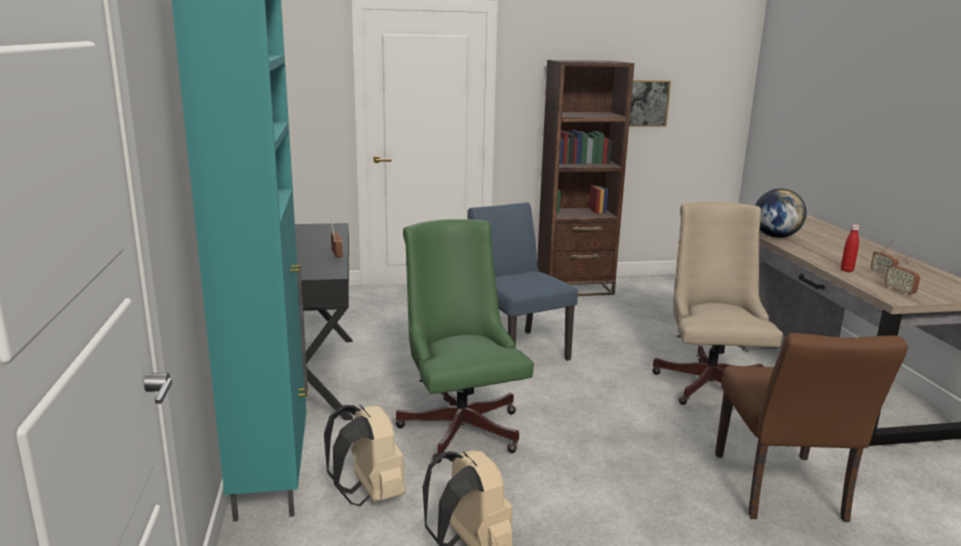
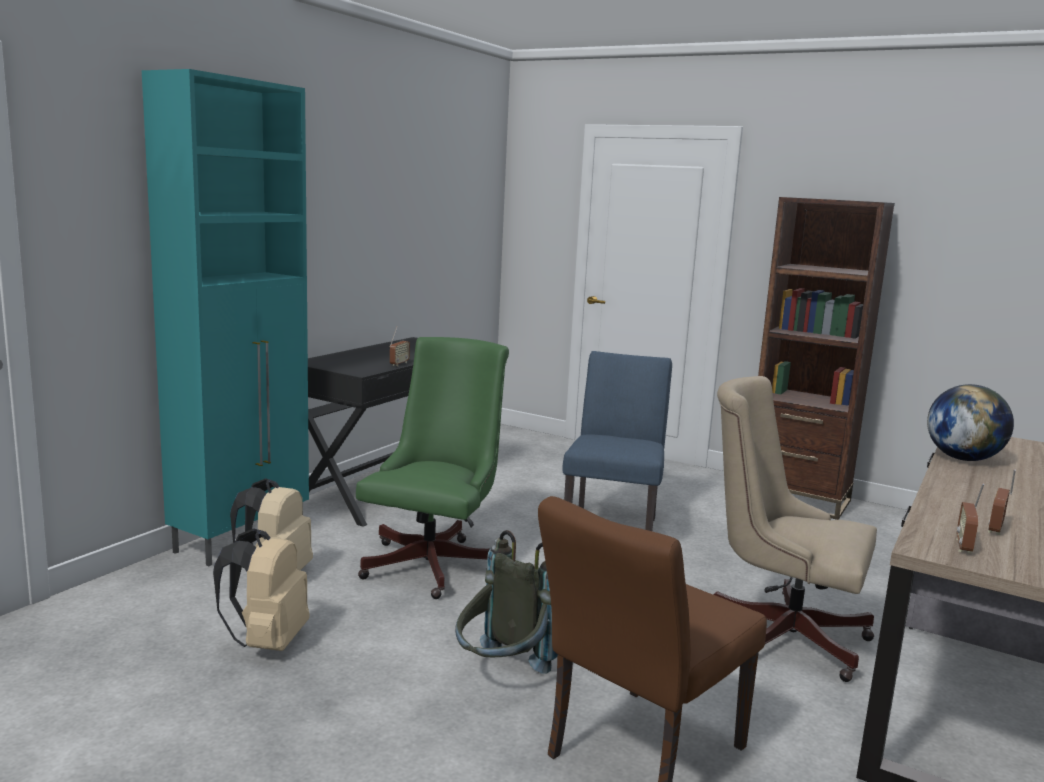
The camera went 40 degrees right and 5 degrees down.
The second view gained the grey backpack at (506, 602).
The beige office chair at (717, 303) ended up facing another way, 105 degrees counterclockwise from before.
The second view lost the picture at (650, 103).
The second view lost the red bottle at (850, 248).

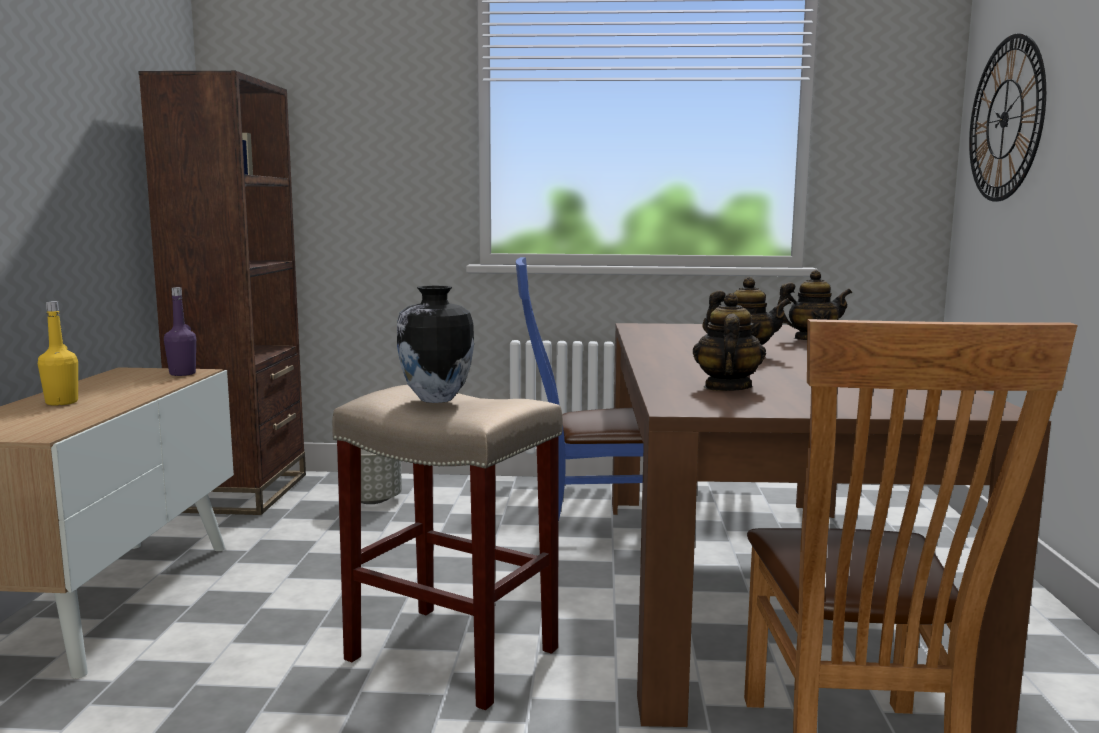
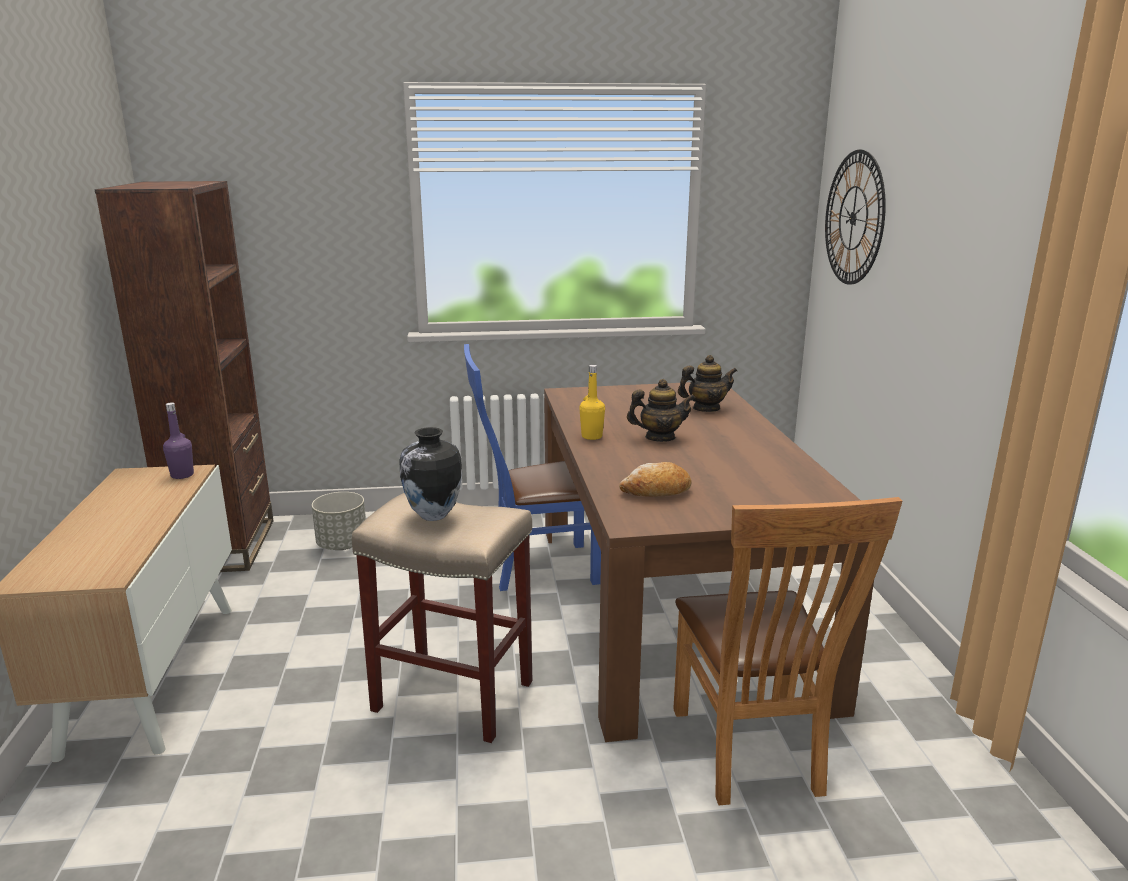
The camera went 10 degrees left and 10 degrees up.
The yellow bottle ended up elsewhere, having gone from (58, 353) to (592, 402).
Where the teapot stood at (729, 342), the bread came to stand at (655, 479).

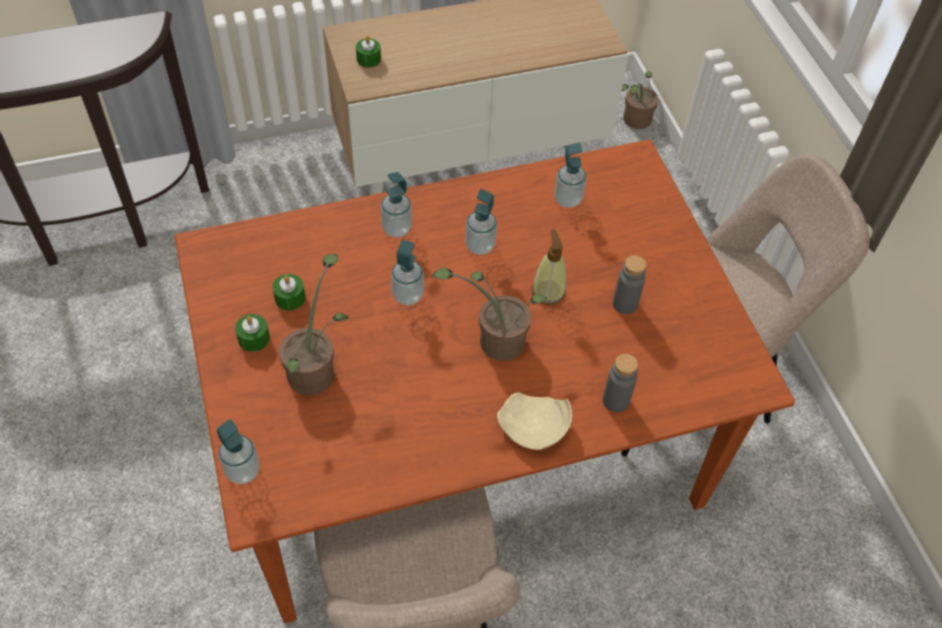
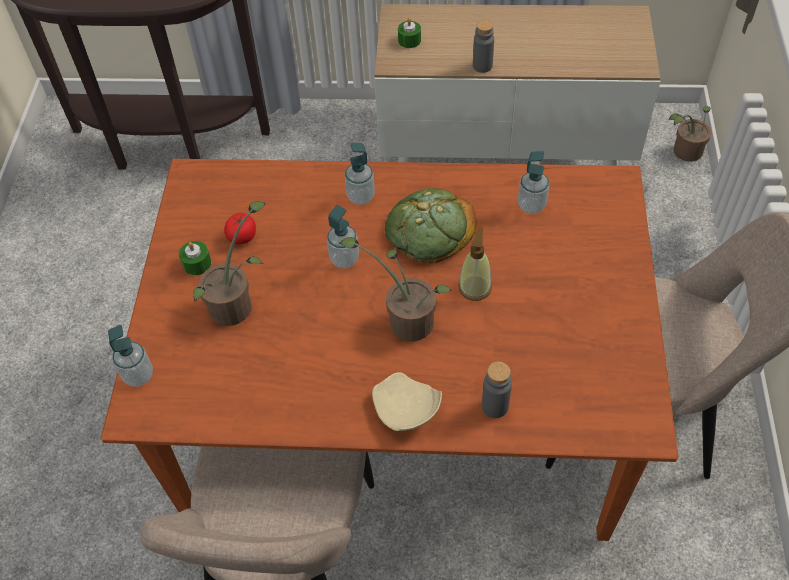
The camera went 25 degrees right and 0 degrees up.
Where the green candle stood at (289, 292), the tomato came to stand at (240, 228).
Where the soap dispenser stood at (481, 222), the bread came to stand at (431, 226).
The grey bottle ended up elsewhere, having gone from (629, 284) to (483, 46).

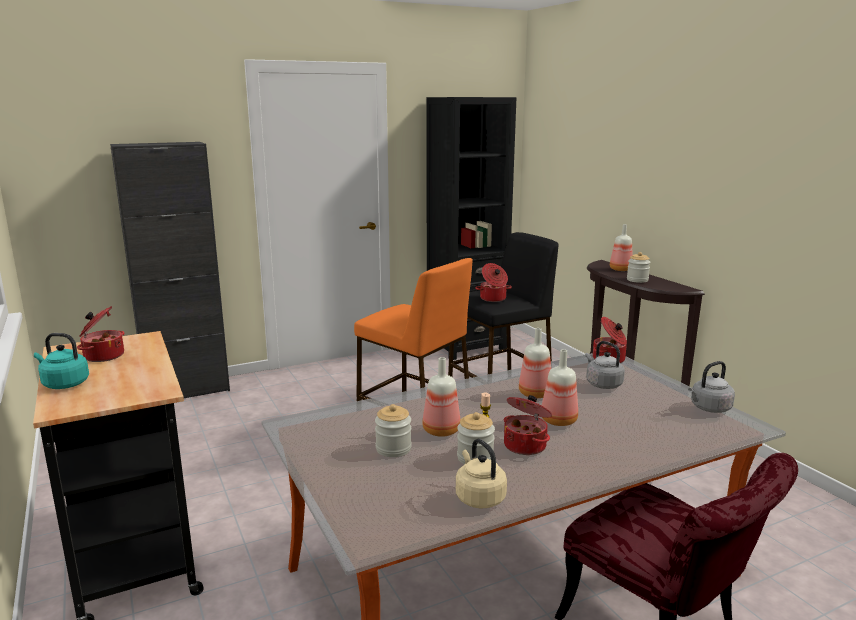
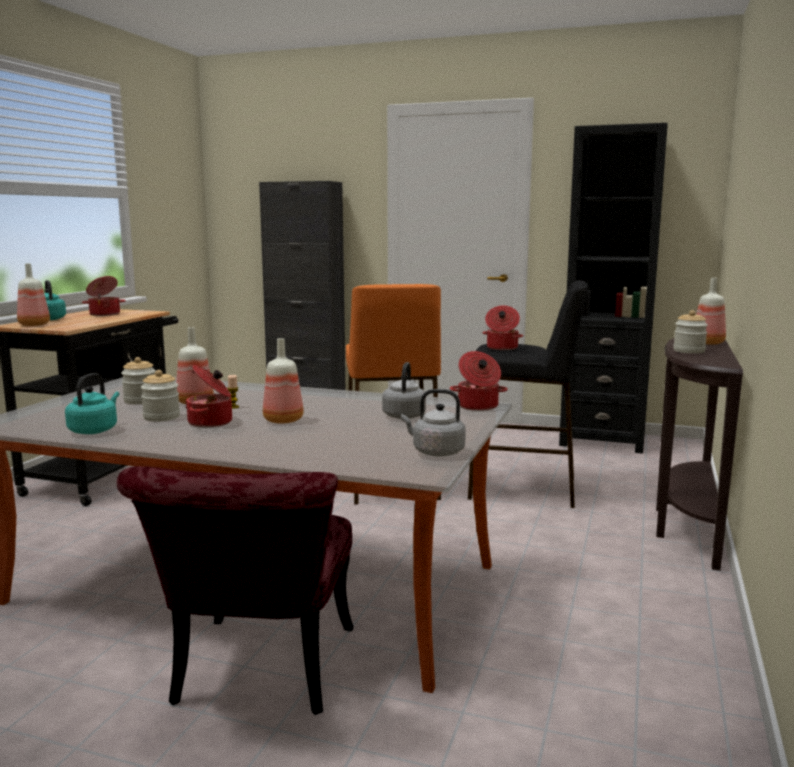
The camera went 45 degrees right and 5 degrees down.
The bottle ended up elsewhere, having gone from (535, 363) to (33, 294).
What was the beige kettle at (481, 473) turned into the turquoise kettle at (92, 403).

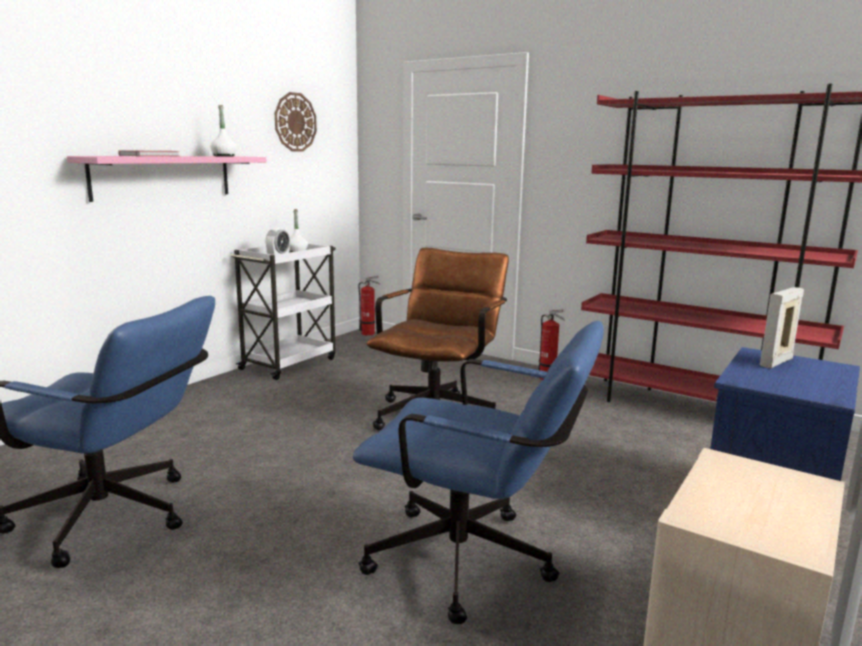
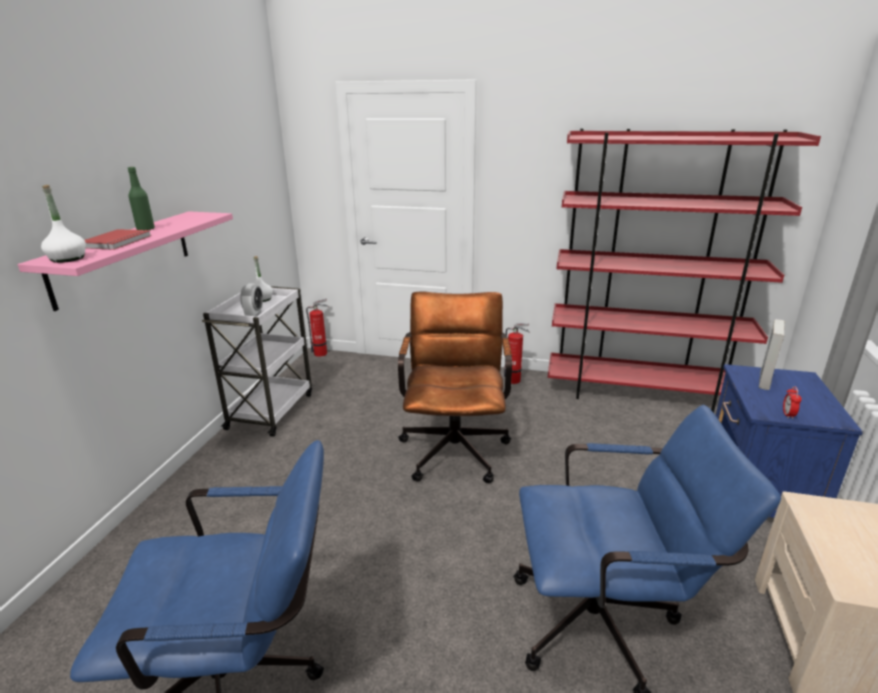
The camera went 20 degrees left and 10 degrees up.
The white bottle ended up elsewhere, having gone from (223, 131) to (63, 224).
The second view gained the green bottle at (141, 198).
The second view gained the alarm clock at (792, 402).
The second view lost the wall clock at (296, 122).

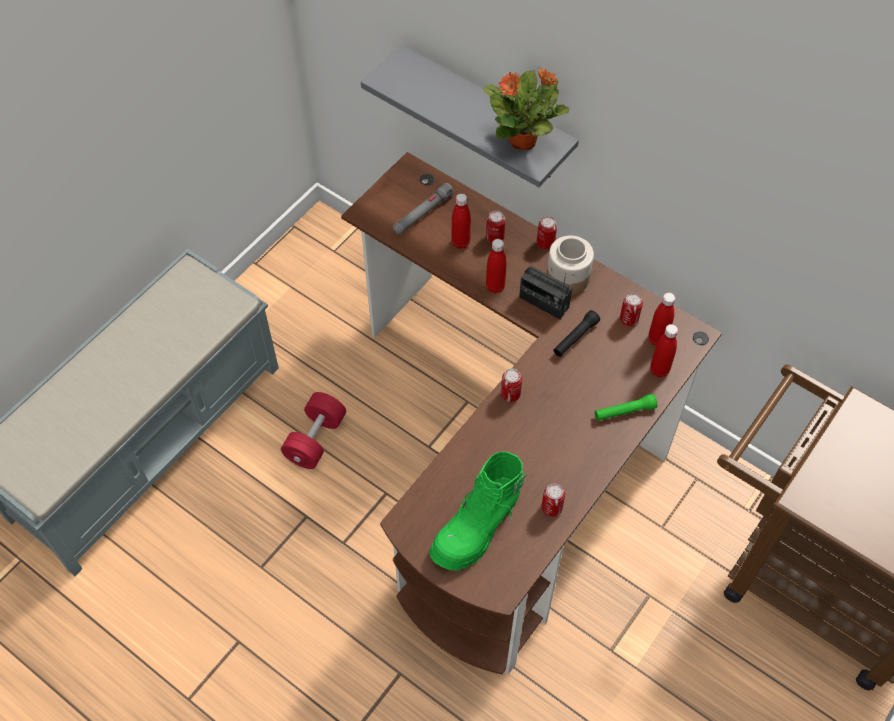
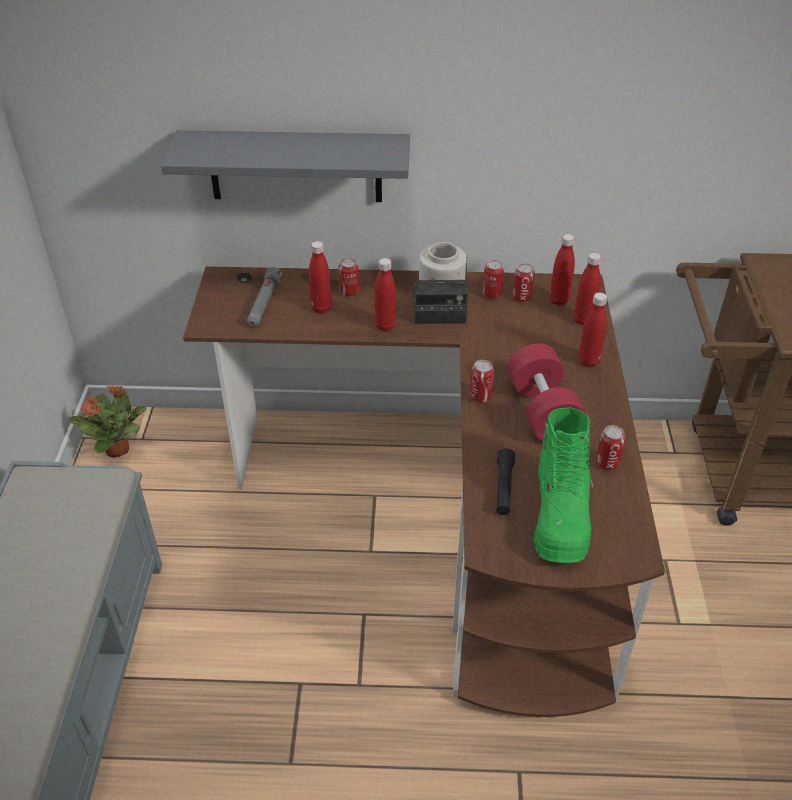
The camera went 35 degrees left and 15 degrees down.
The potted plant ended up elsewhere, having gone from (526, 108) to (107, 421).
The can ended up elsewhere, having gone from (547, 232) to (493, 279).
The black flashlight ended up elsewhere, having gone from (576, 333) to (505, 481).
The red dumbbell ended up elsewhere, having gone from (313, 430) to (547, 392).
Where the green flashlight stood at (626, 407), the red bottle came to stand at (592, 329).

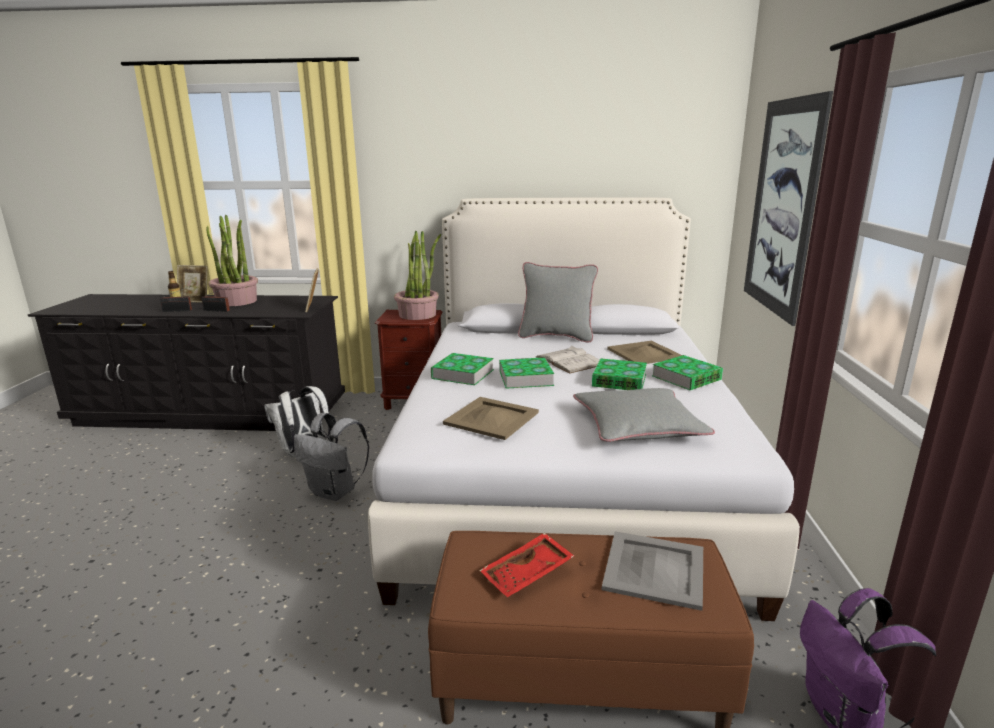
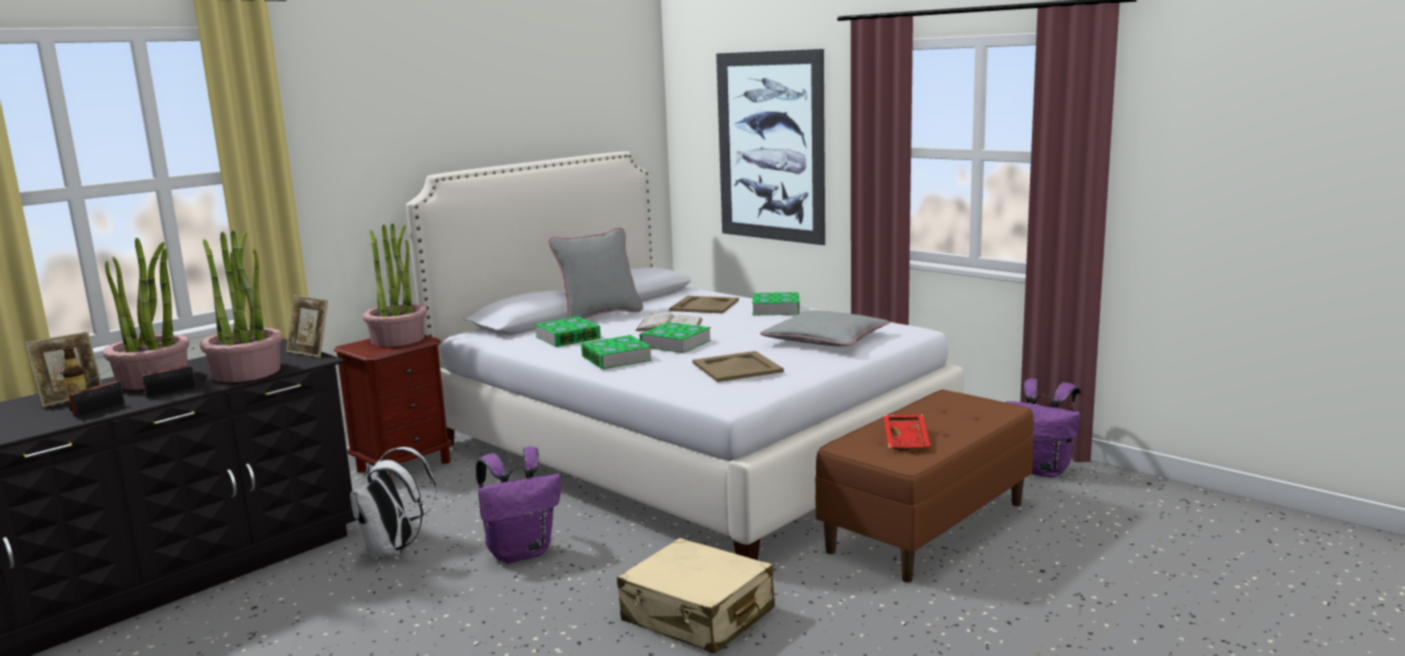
The camera went 50 degrees left and 5 degrees down.
The second view gained the potted plant at (241, 306).
What was the grey backpack at (331, 457) turned into the purple backpack at (518, 505).
The book ended up elsewhere, having gone from (619, 374) to (567, 332).
The second view gained the beige suitcase at (696, 596).
The second view lost the grey tray at (652, 571).

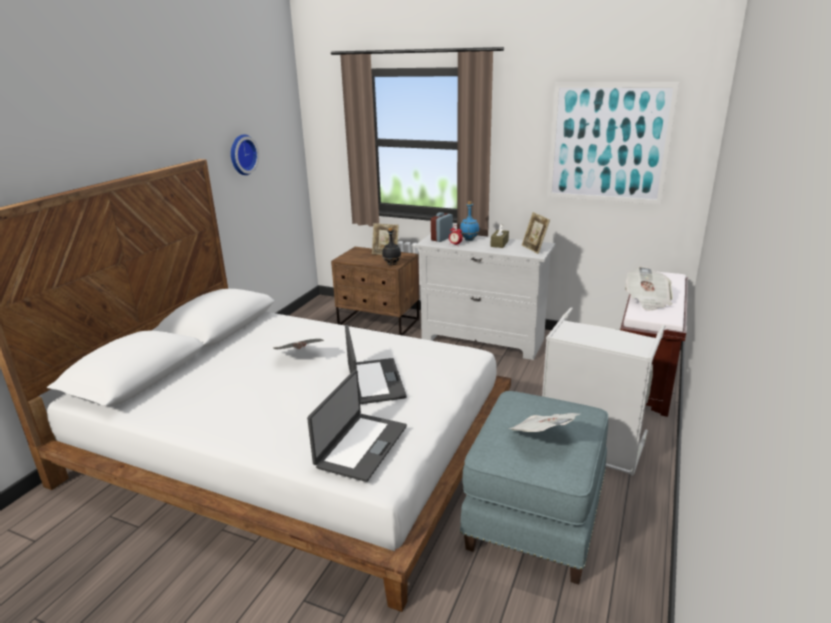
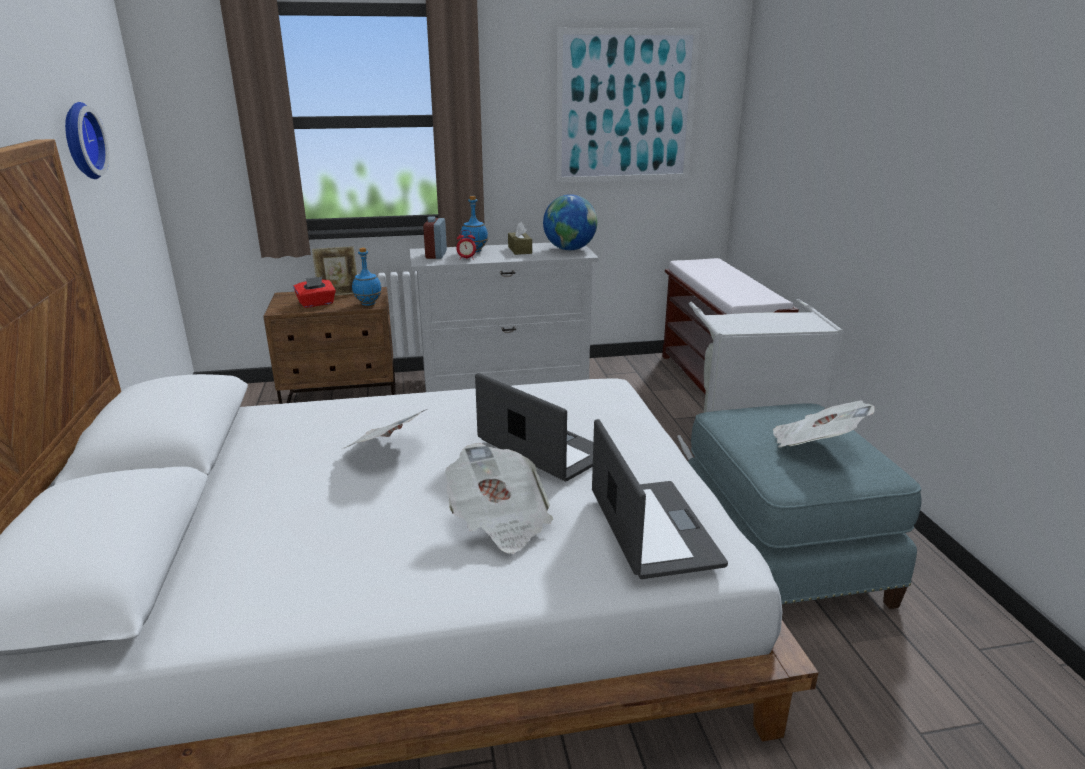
The camera went 35 degrees left and 0 degrees up.
The second view gained the red tissue box at (314, 292).
What was the black bottle at (391, 246) turned into the blue bottle at (367, 276).
The newspaper ended up elsewhere, having gone from (649, 288) to (499, 498).
Where the picture frame stood at (536, 233), the globe came to stand at (570, 222).

